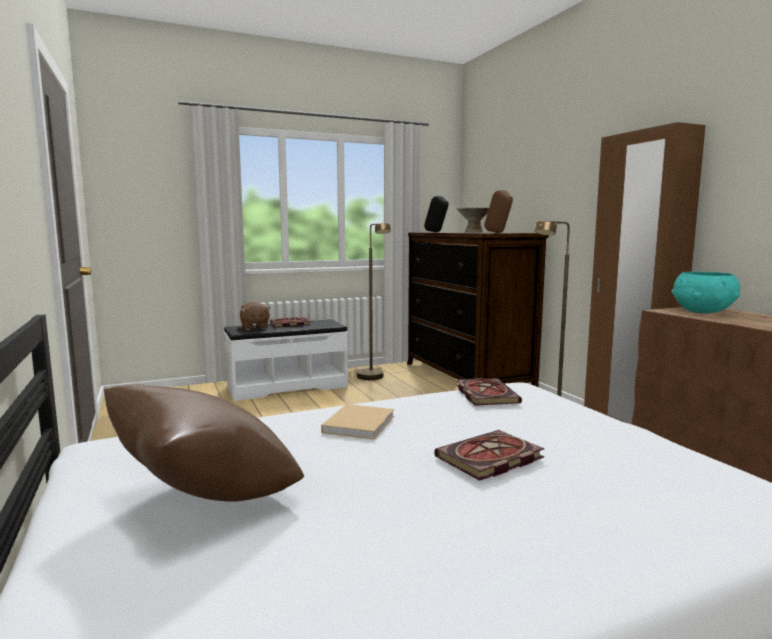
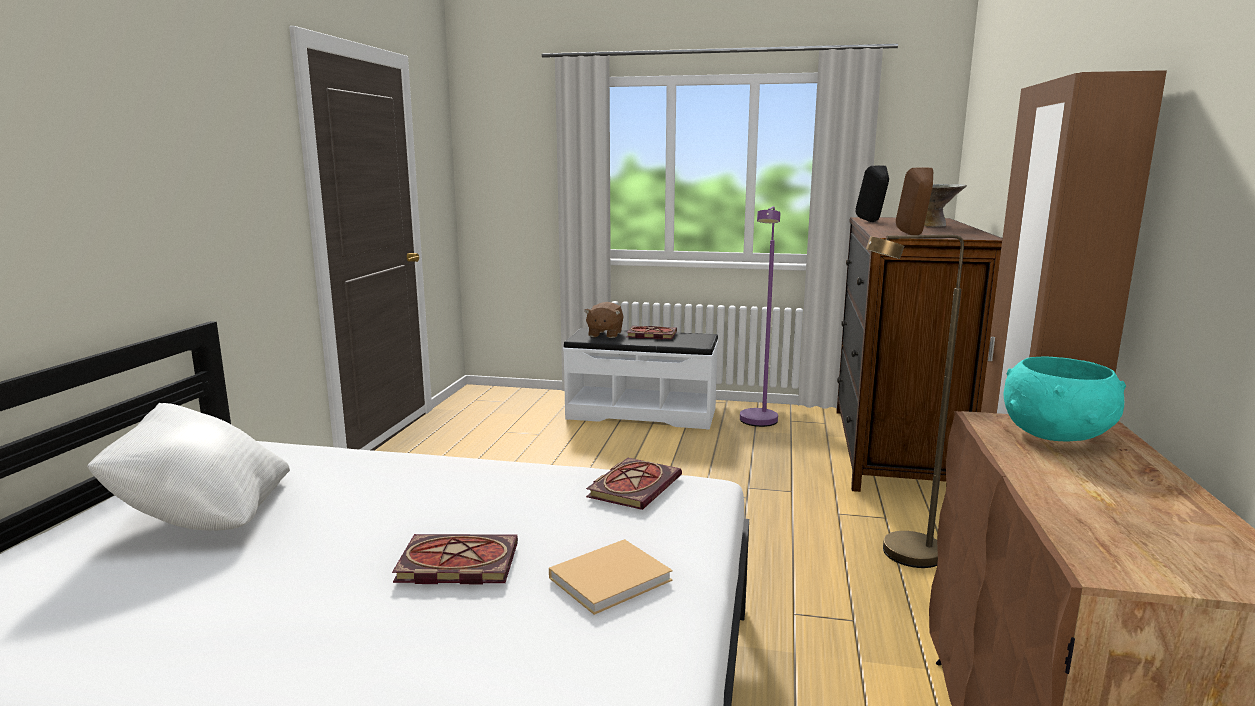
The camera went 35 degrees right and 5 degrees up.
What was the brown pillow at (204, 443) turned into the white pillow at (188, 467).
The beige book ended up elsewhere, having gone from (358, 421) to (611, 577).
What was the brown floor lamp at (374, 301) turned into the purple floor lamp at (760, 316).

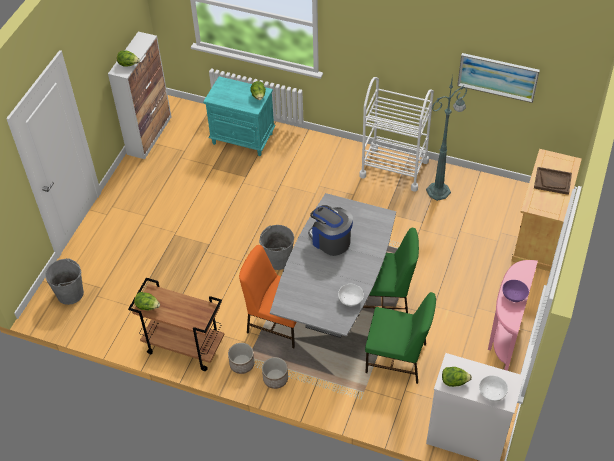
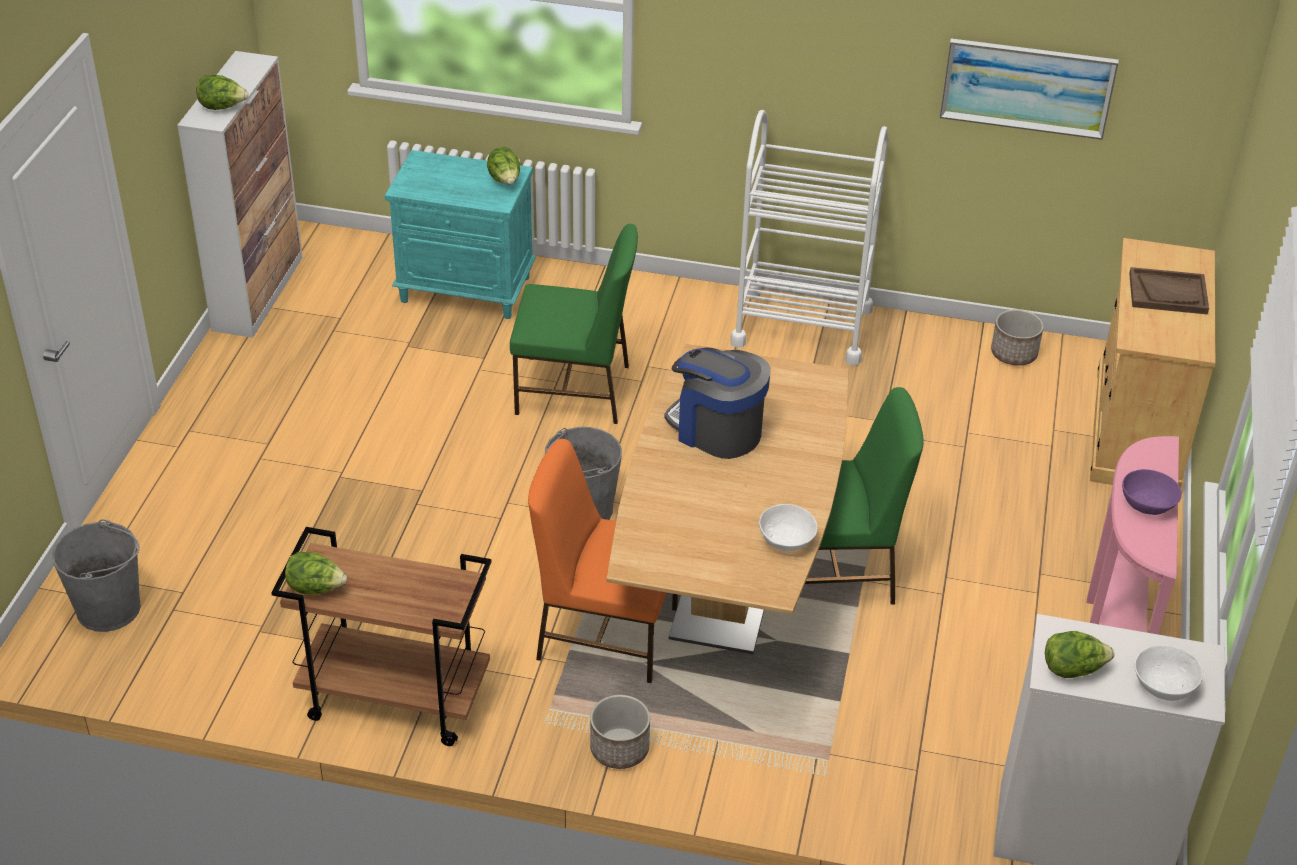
The camera went 10 degrees left and 10 degrees down.
The green chair ended up elsewhere, having gone from (400, 338) to (574, 324).
What was the grey dining table at (333, 265) turned into the brown dining table at (728, 499).
The planter ended up elsewhere, having gone from (241, 358) to (1017, 337).
The second view lost the green floor lamp at (446, 138).

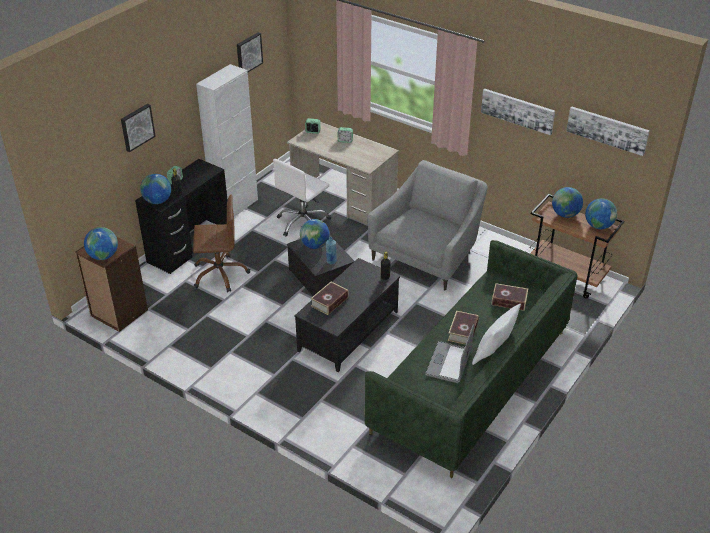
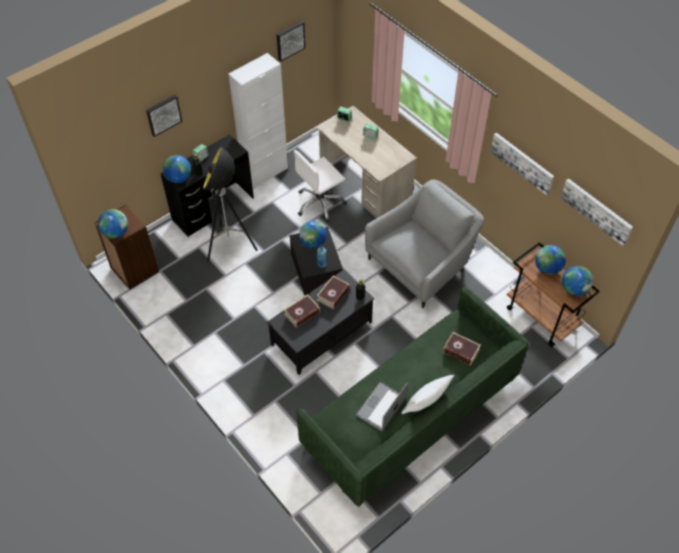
The camera went 15 degrees right and 15 degrees up.
Where the brown office chair stood at (221, 243), the floor lamp came to stand at (230, 204).
The book ended up elsewhere, having gone from (463, 328) to (333, 292).

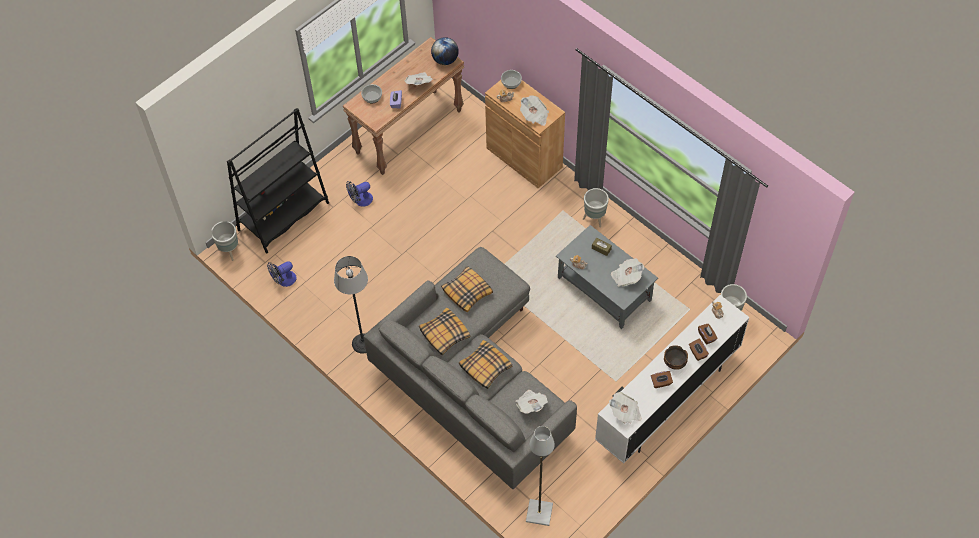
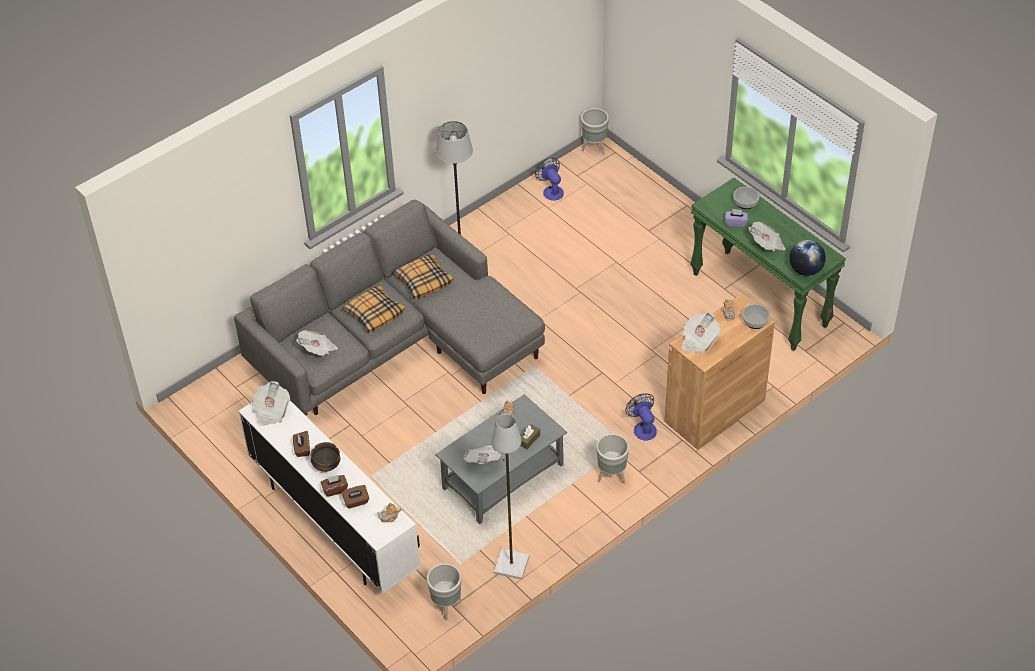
The camera went 95 degrees right and 10 degrees down.
The grey floor lamp ended up elsewhere, having gone from (540, 476) to (510, 497).
The fan ended up elsewhere, having gone from (359, 194) to (641, 417).
What was the brown console table at (403, 106) turned into the green console table at (768, 264).
The second view lost the black bookcase at (278, 180).
The second view lost the pillow at (467, 289).

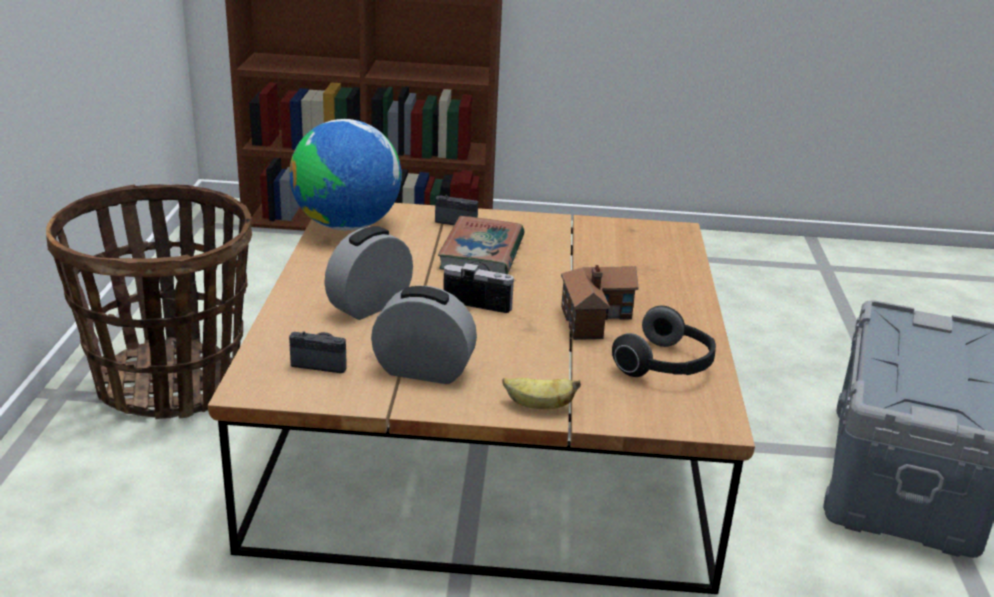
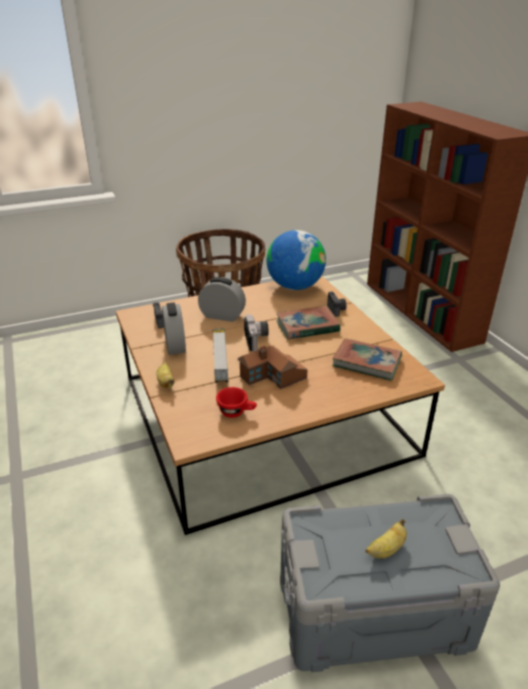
The camera went 65 degrees right and 5 degrees up.
The second view gained the toy truck at (220, 355).
Where the headphones stood at (664, 341), the red cup came to stand at (236, 402).
The second view gained the book at (367, 359).
The second view gained the banana at (386, 539).

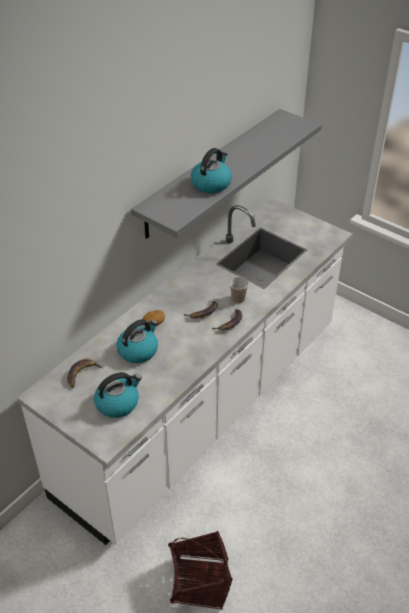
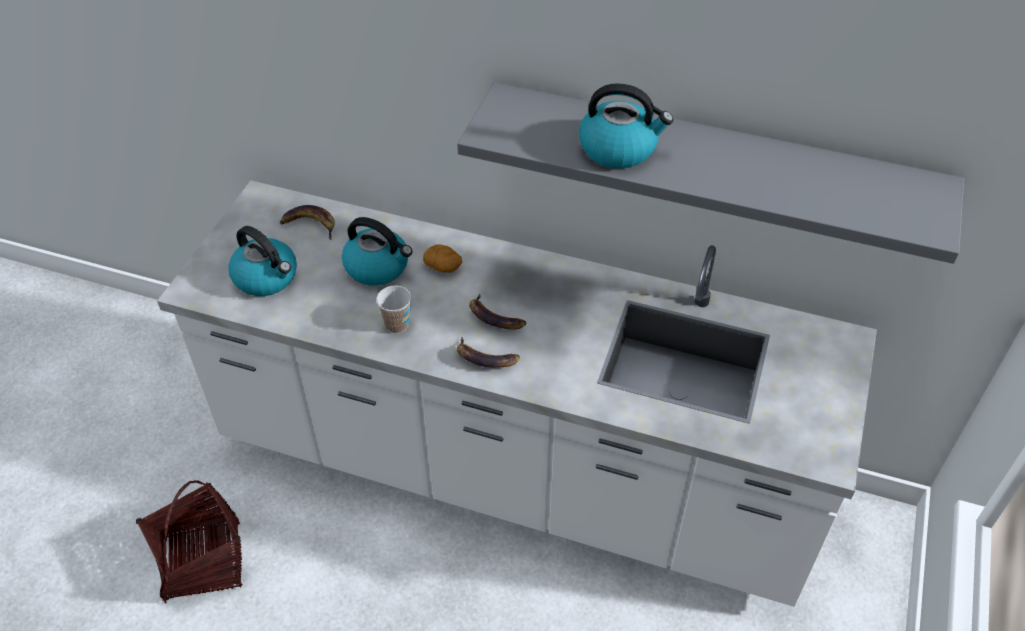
The camera went 70 degrees right and 5 degrees up.
The cup ended up elsewhere, having gone from (239, 290) to (393, 309).

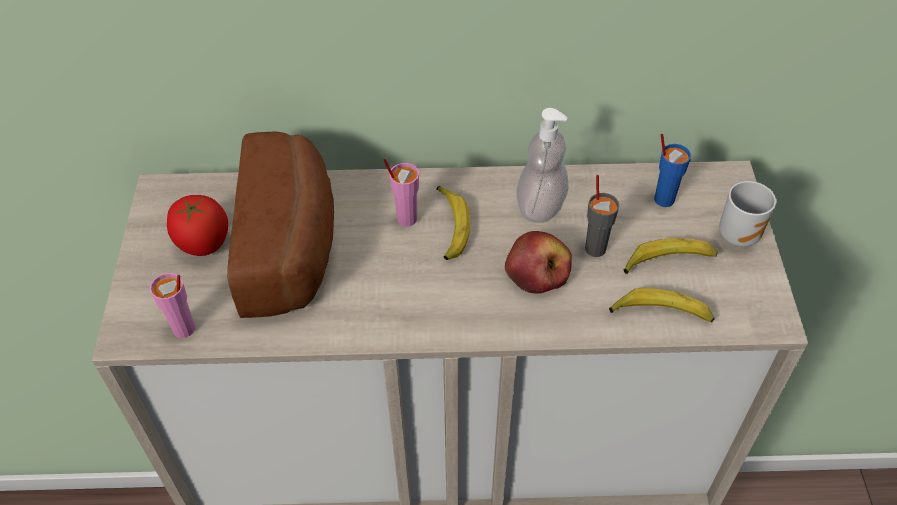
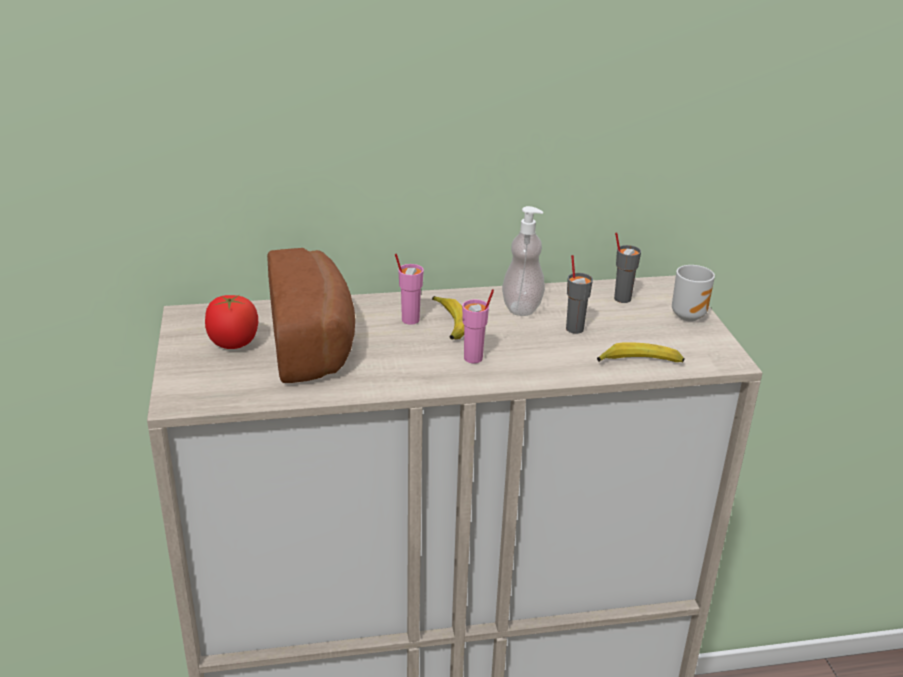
The camera went 10 degrees left and 20 degrees down.
The pink cup ended up elsewhere, having gone from (172, 305) to (478, 326).
What was the blue cup at (672, 170) turned into the grey cup at (627, 267).
The second view lost the apple at (538, 262).
The second view lost the banana at (670, 256).

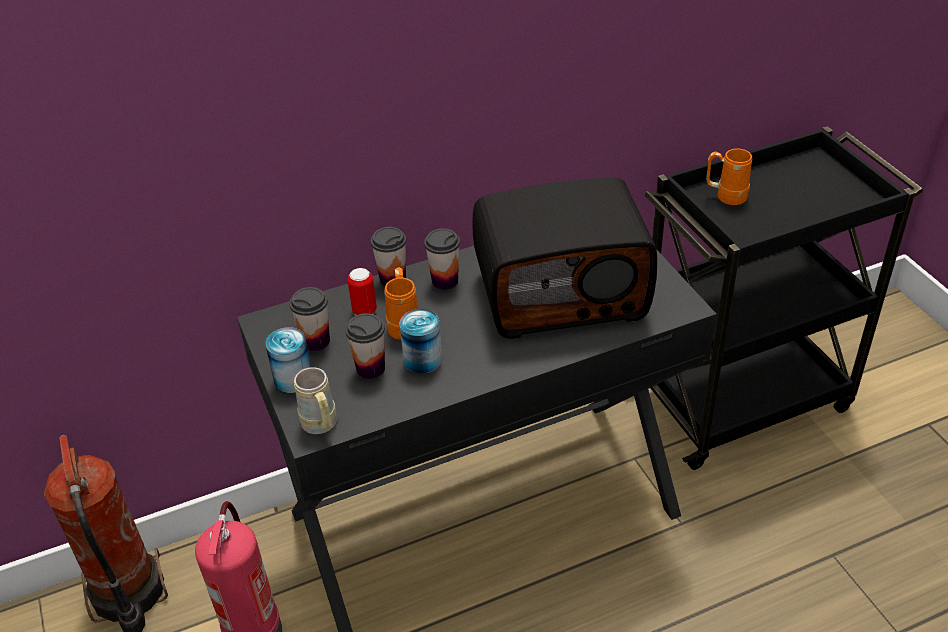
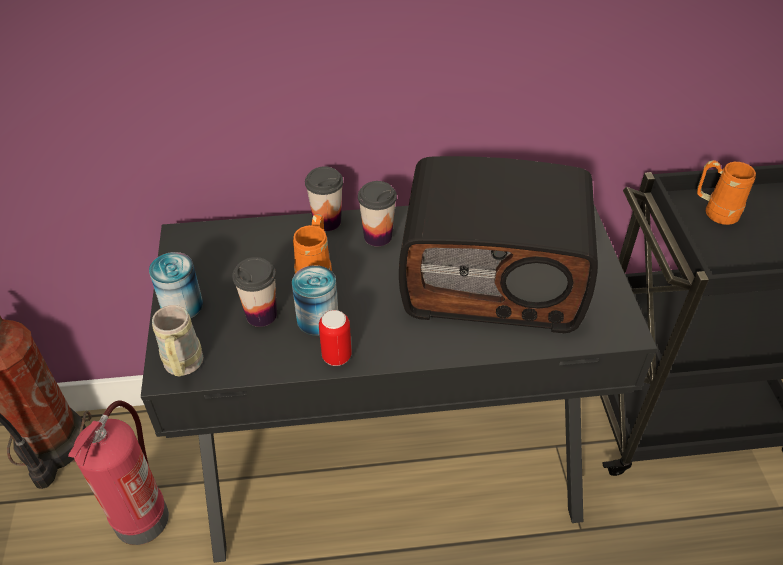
The camera went 15 degrees right and 5 degrees up.
The can ended up elsewhere, having gone from (362, 291) to (335, 338).
The second view lost the cup at (309, 319).

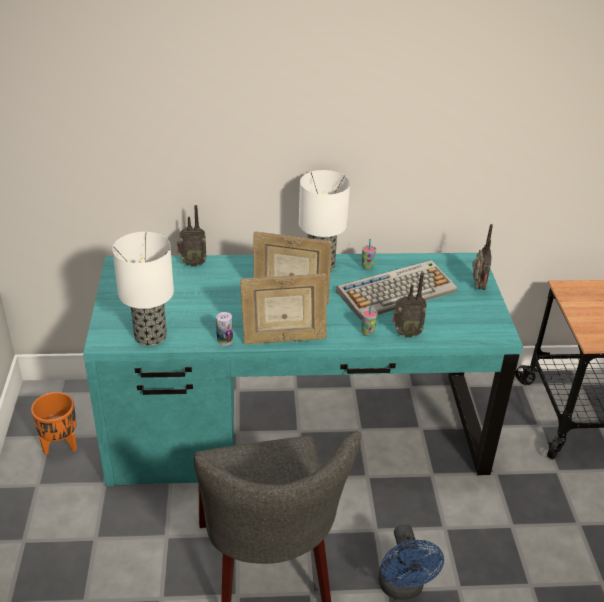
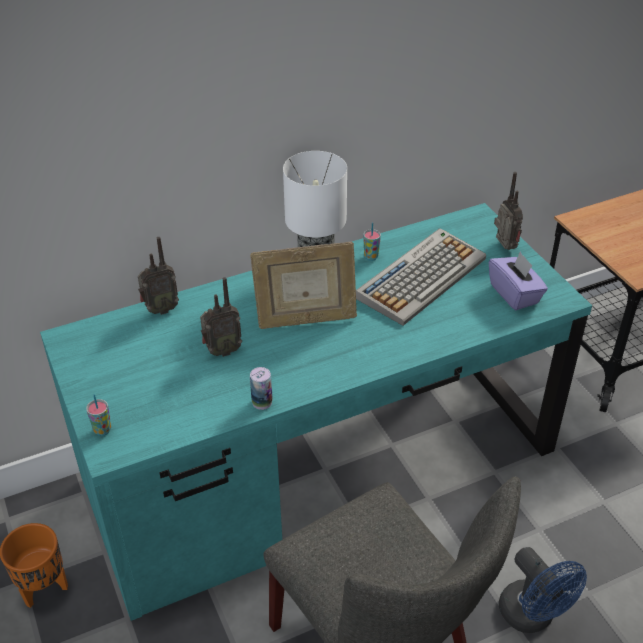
The camera went 20 degrees left and 5 degrees up.
The cup ended up elsewhere, having gone from (370, 320) to (98, 415).
The radio ended up elsewhere, having gone from (410, 305) to (221, 317).
The second view gained the purple tissue box at (518, 281).
The second view lost the table lamp at (143, 289).
The second view lost the picture frame at (283, 309).

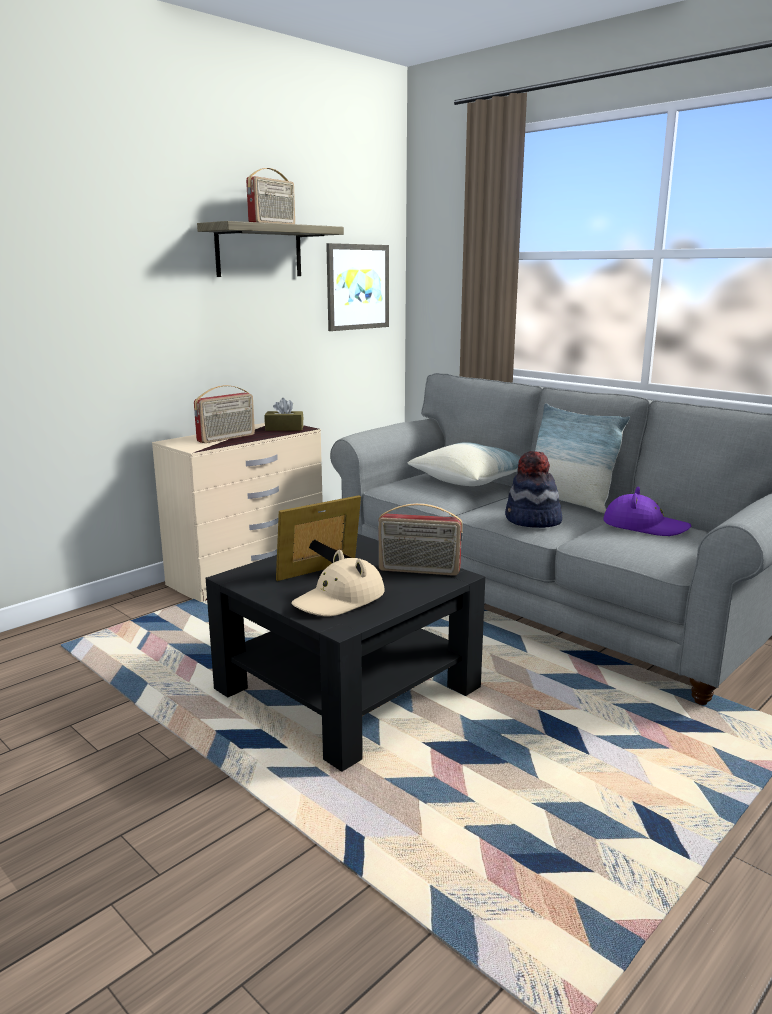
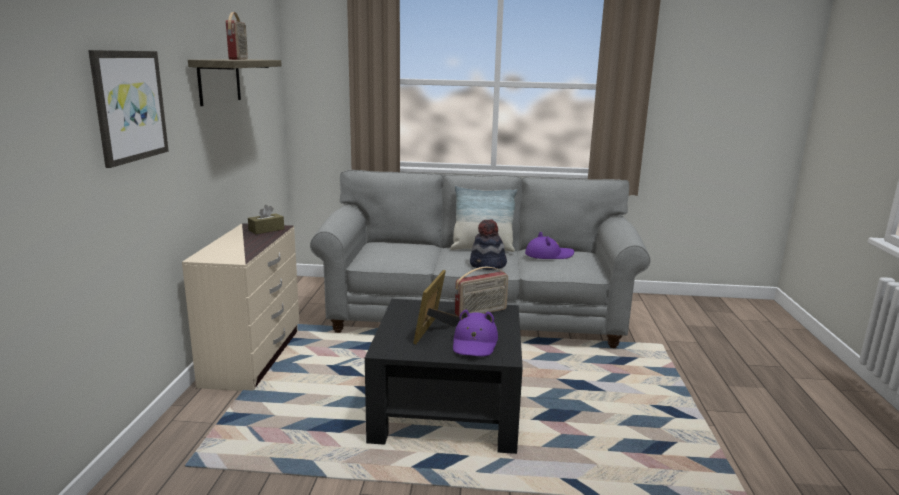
The camera went 40 degrees left and 0 degrees up.
The picture ended up elsewhere, having gone from (357, 287) to (128, 109).
What was the beige hat at (338, 583) turned into the purple hat at (475, 333).
The second view lost the radio at (224, 414).
The second view lost the pillow at (464, 464).

